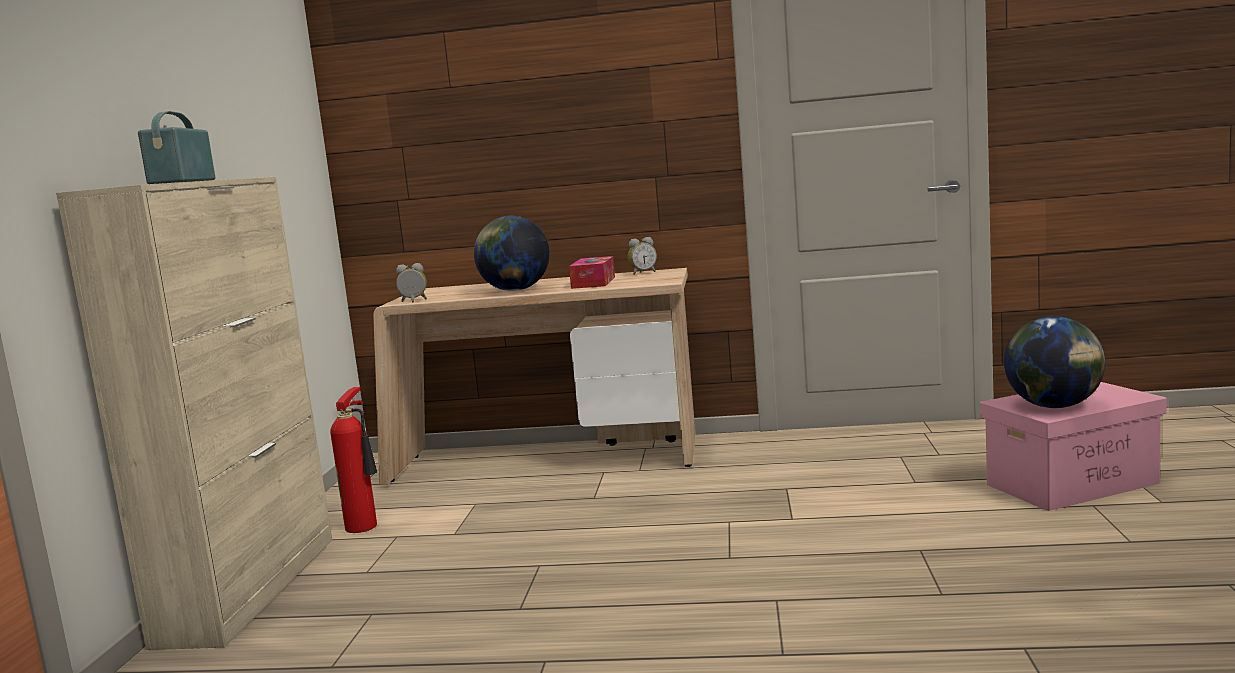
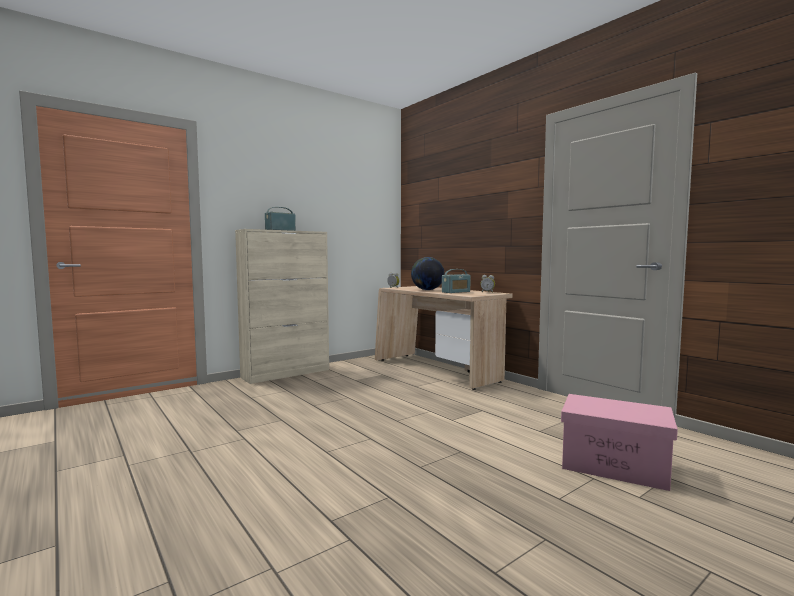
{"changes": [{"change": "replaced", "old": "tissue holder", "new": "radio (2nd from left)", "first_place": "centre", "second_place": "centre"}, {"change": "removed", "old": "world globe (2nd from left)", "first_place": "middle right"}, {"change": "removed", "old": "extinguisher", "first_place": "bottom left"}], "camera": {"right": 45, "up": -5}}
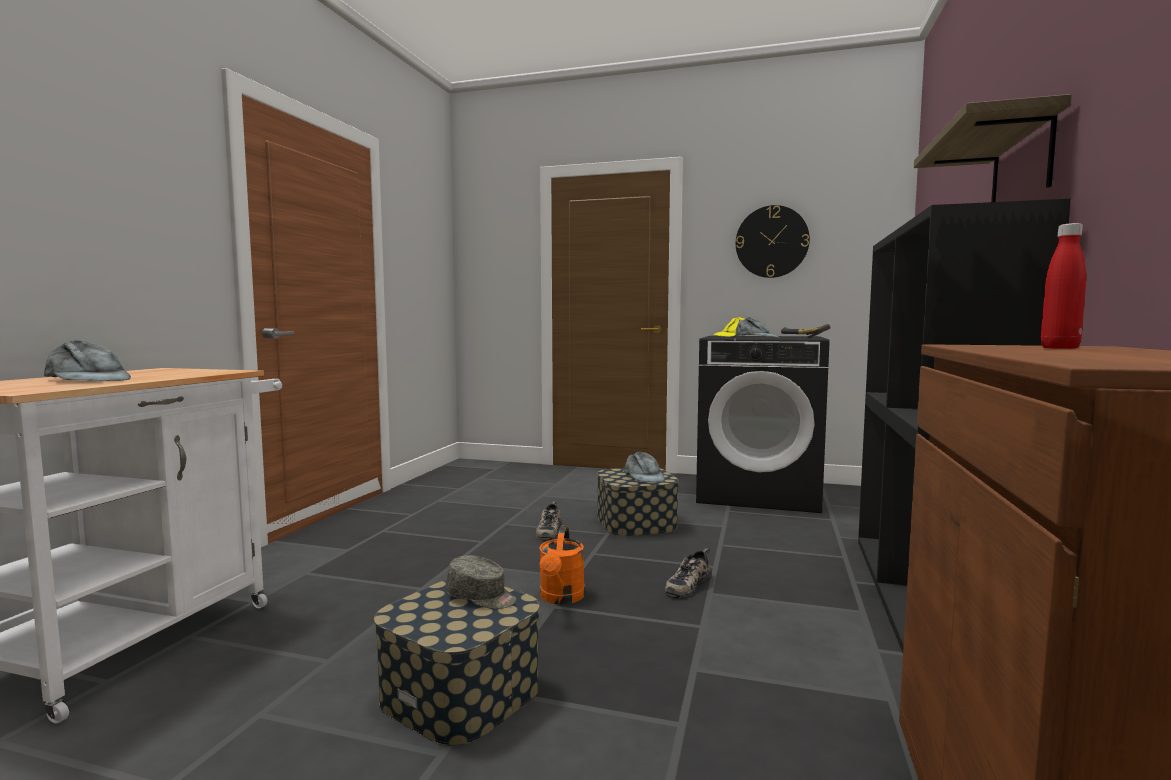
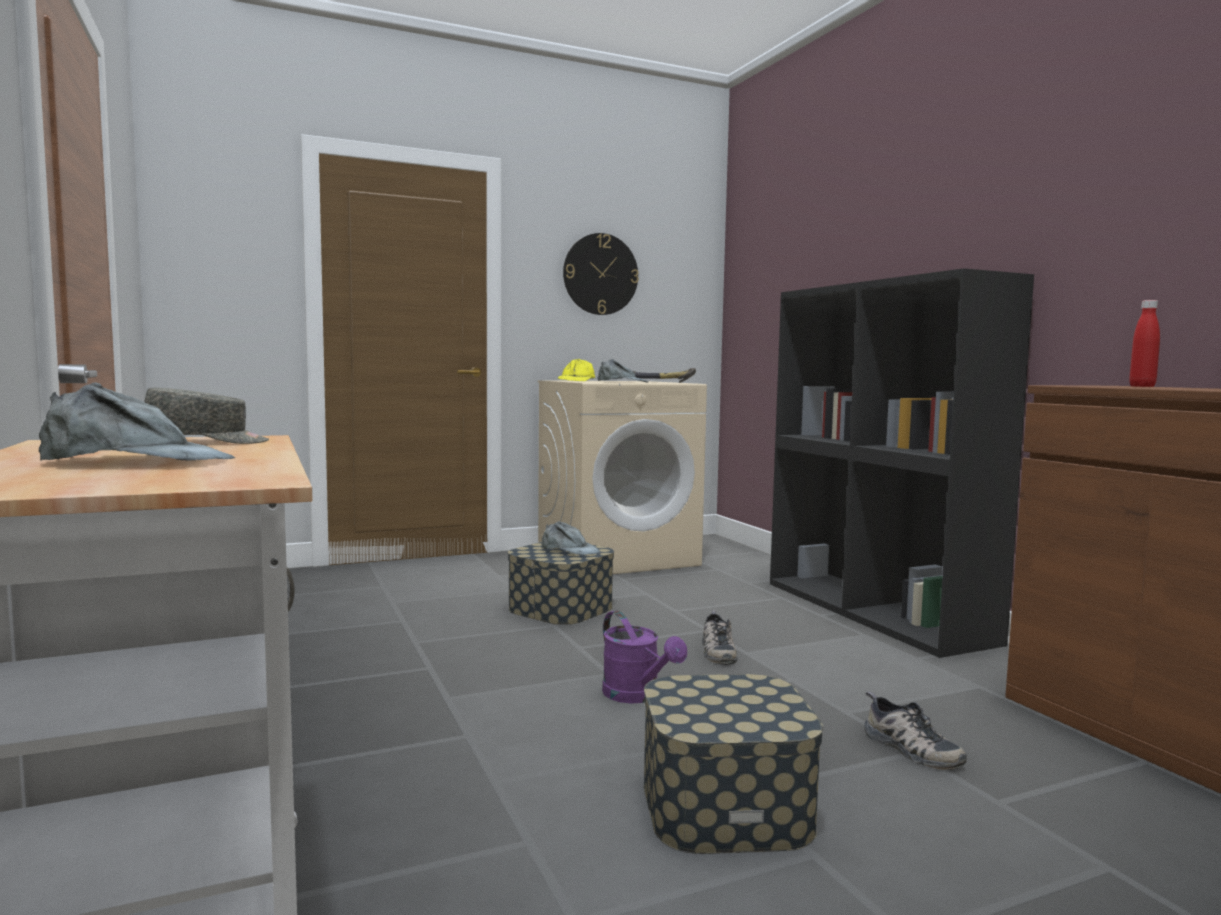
{"changes": [{"change": "removed", "old": "shelf", "first_place": "top right"}, {"change": "recoloured", "old": "blackish laundry machine", "new": "sand-coloured laundry machine", "first_place": "centre", "second_place": "centre"}, {"change": "moved", "old": "low shoe (1st from left in the first image)", "new": "low shoe (2nd from left)", "first_place": "bottom centre", "second_place": "bottom right"}, {"change": "recoloured", "old": "orange-coloured watering can", "new": "purplish watering can", "first_place": "bottom centre", "second_place": "bottom centre"}, {"change": "moved", "old": "greyish baseball cap (2nd from left)", "first_place": "bottom centre", "second_place": "middle left"}], "camera": {"right": -40, "up": 0}}
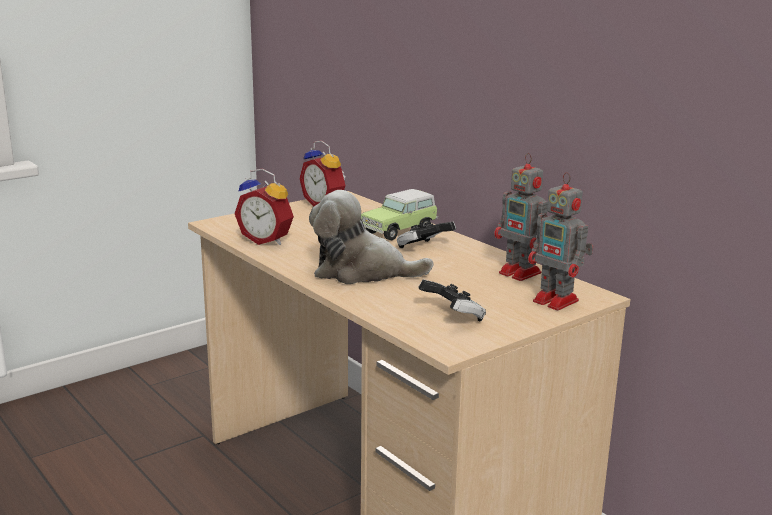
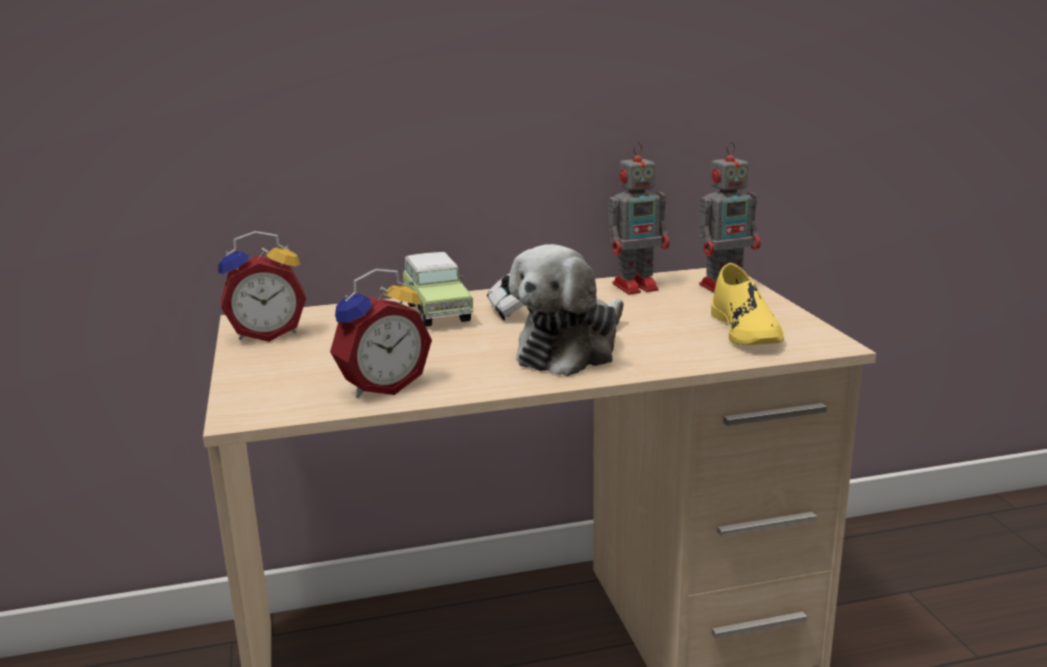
{"changes": [{"change": "replaced", "old": "game controller (2nd from left)", "new": "yellow low shoe", "first_place": "centre", "second_place": "middle right"}], "camera": {"right": -65, "up": 0}}
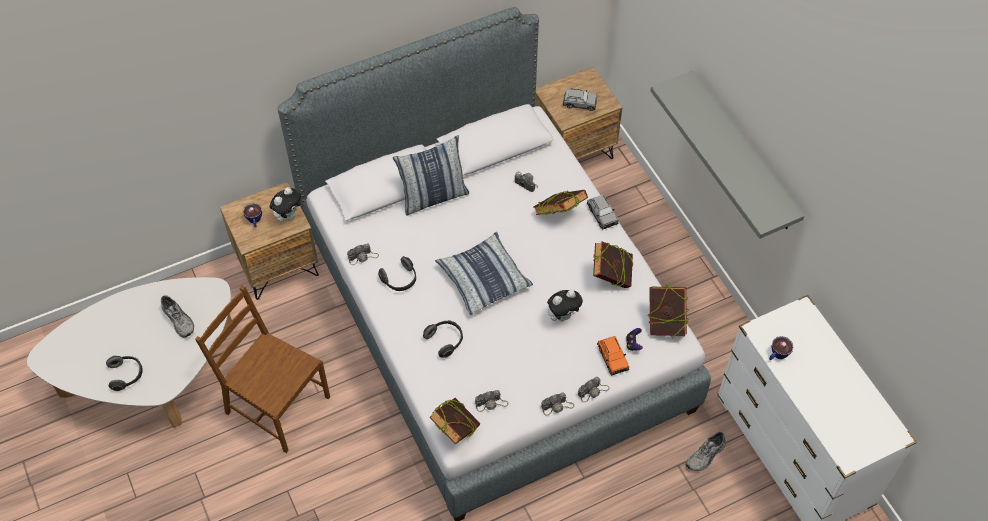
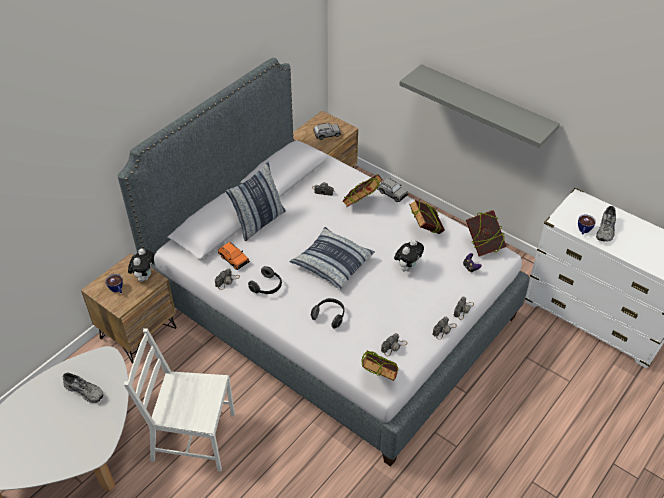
{"changes": [{"change": "recoloured", "old": "brownish chair", "new": "white-coloured chair", "first_place": "bottom left", "second_place": "bottom left"}, {"change": "moved", "old": "orange-coloured toy car", "first_place": "bottom centre", "second_place": "centre"}, {"change": "removed", "old": "headphones (1st from left)", "first_place": "bottom left"}, {"change": "moved", "old": "greyish low shoe (2nd from left)", "first_place": "bottom right", "second_place": "middle right"}], "camera": {"right": -25, "up": -10}}
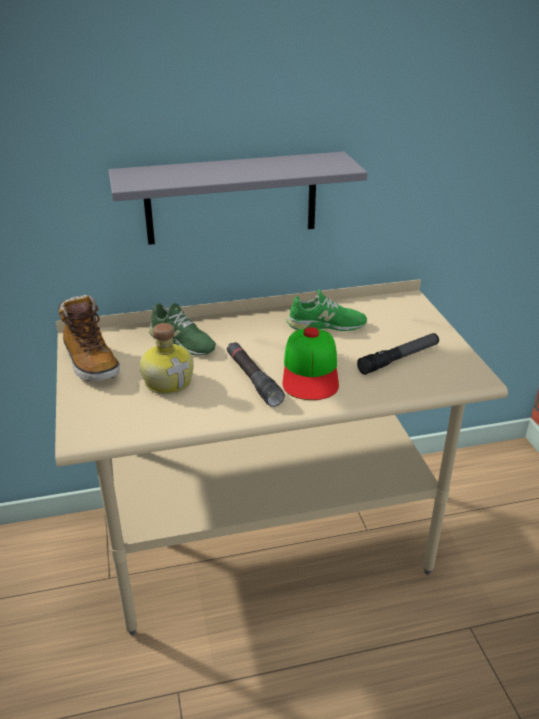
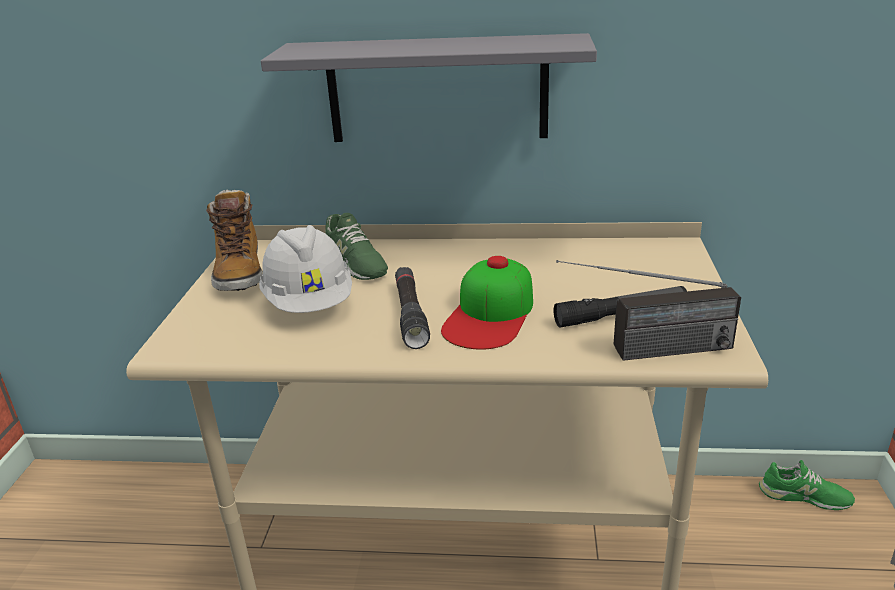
{"changes": [{"change": "moved", "old": "green low shoe (2nd from left)", "first_place": "centre", "second_place": "bottom right"}, {"change": "replaced", "old": "drink bottle", "new": "white-coloured safety helmet", "first_place": "middle left", "second_place": "centre"}, {"change": "added", "new": "radio", "second_place": "middle right"}], "camera": {"right": 20, "up": -5}}
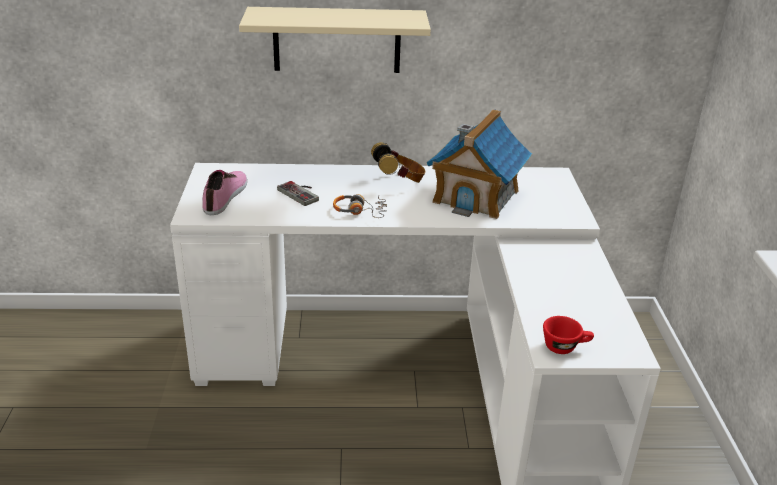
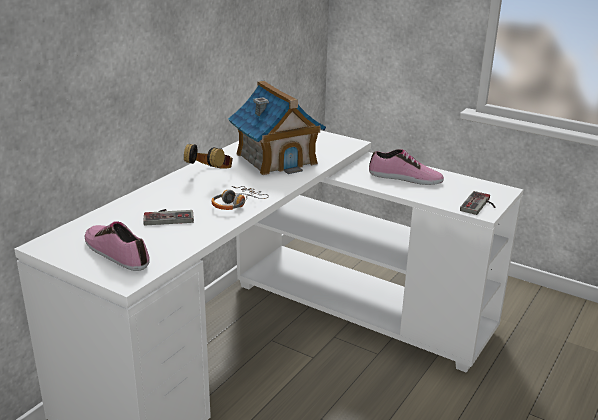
{"changes": [{"change": "removed", "old": "sand-coloured shelf", "first_place": "top centre"}, {"change": "replaced", "old": "reddish drinking cup", "new": "game controller (2nd from left)", "first_place": "bottom right", "second_place": "middle right"}, {"change": "added", "new": "low shoe (2nd from left)", "second_place": "middle right"}], "camera": {"right": -55, "up": -5}}
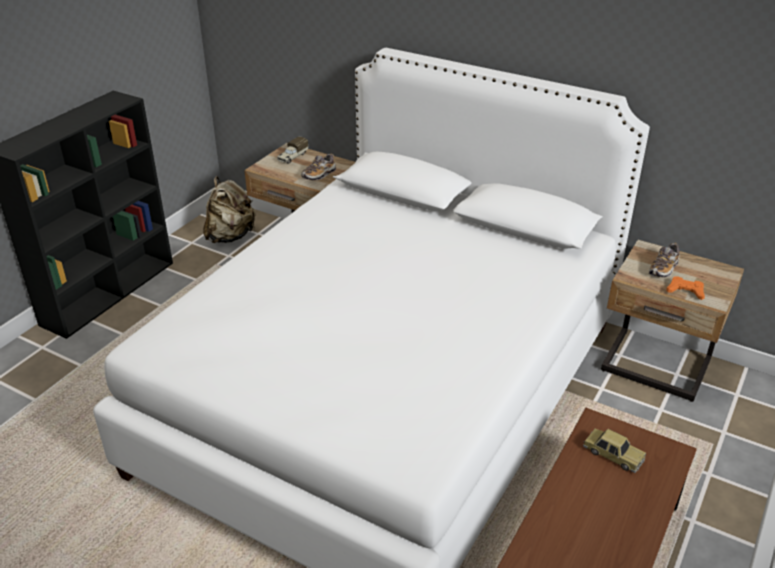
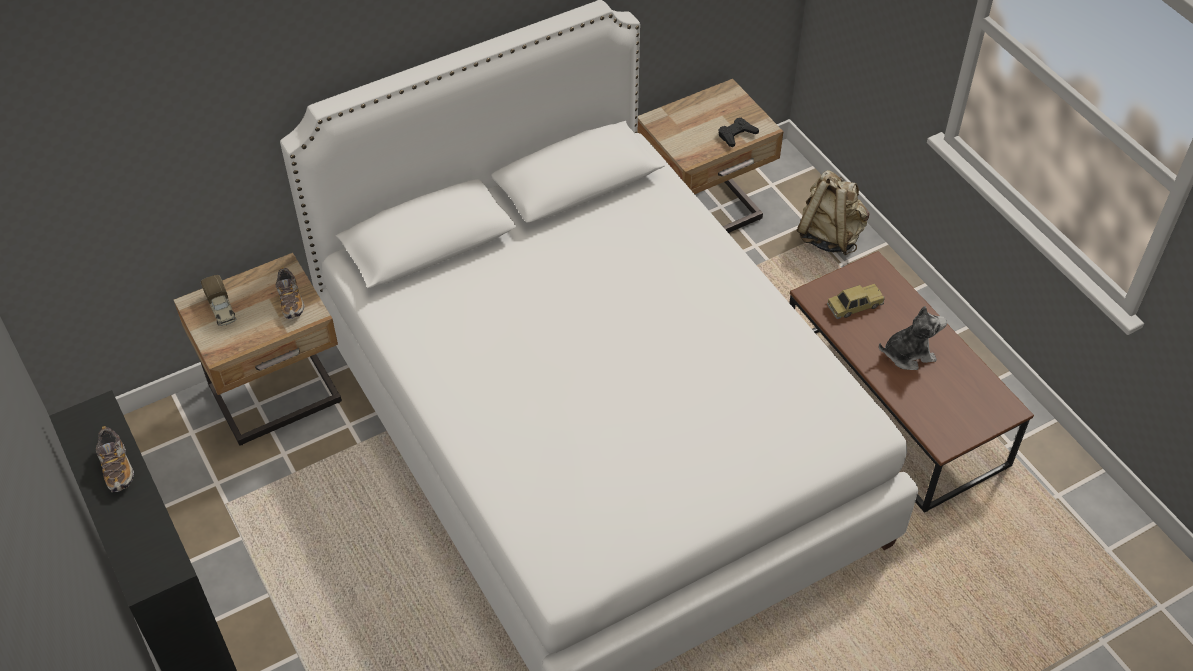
{"changes": [{"change": "moved", "old": "sand-coloured rucksack", "first_place": "middle left", "second_place": "top right"}, {"change": "moved", "old": "low shoe (2nd from left in the first image)", "new": "low shoe (1st from left)", "first_place": "middle right", "second_place": "bottom left"}, {"change": "recoloured", "old": "orange-coloured game controller", "new": "blackish game controller", "first_place": "middle right", "second_place": "top centre"}, {"change": "added", "new": "soft toy", "second_place": "middle right"}], "camera": {"right": -60, "up": 15}}
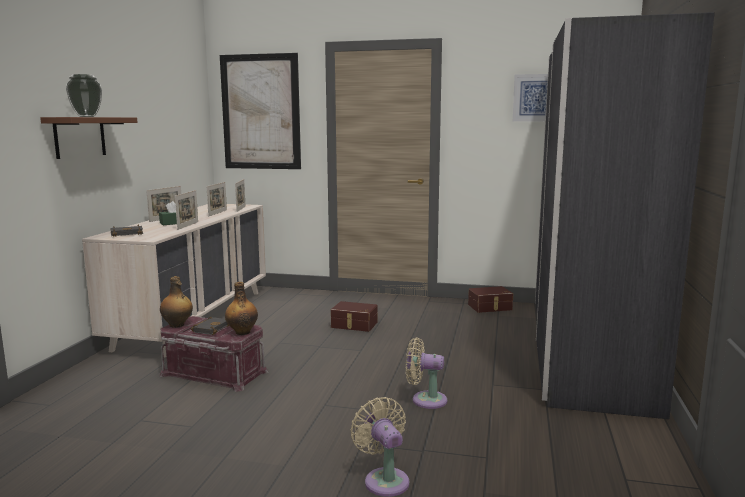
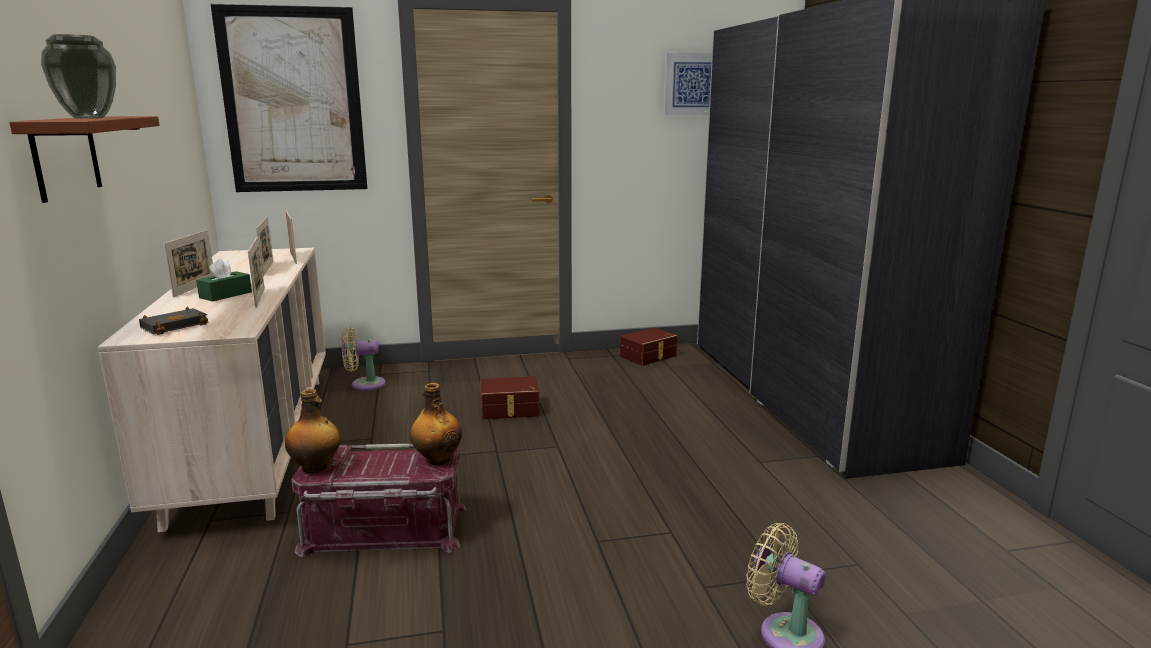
{"changes": [{"change": "removed", "old": "blackish book (2nd from left)", "first_place": "middle left"}, {"change": "moved", "old": "sand-coloured fan (2nd from left in the first image)", "new": "sand-coloured fan (1st from left)", "first_place": "bottom centre", "second_place": "middle left"}], "camera": {"right": -25, "up": 5}}
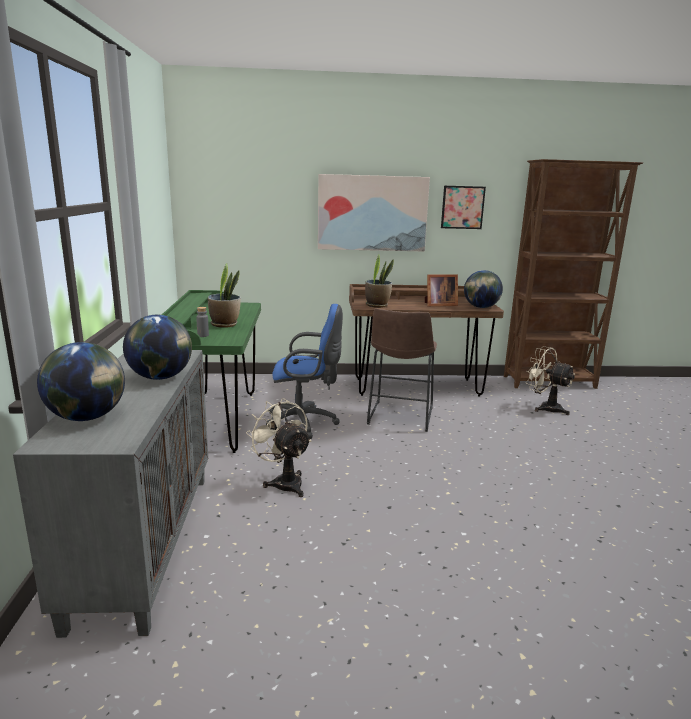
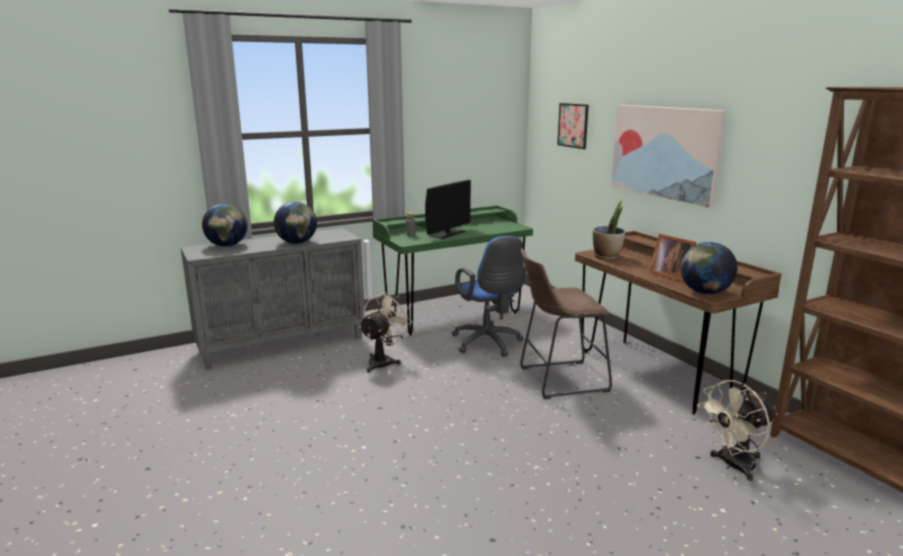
{"changes": [{"change": "moved", "old": "picture (2nd from left in the first image)", "new": "picture (1st from left)", "first_place": "top right", "second_place": "top centre"}, {"change": "replaced", "old": "houseplant (1st from left)", "new": "computer screen", "first_place": "middle left", "second_place": "centre"}, {"change": "turned", "old": "sand-coloured fan (2nd from left)", "first_place": "middle right", "second_place": "bottom right", "degrees": -135}], "camera": {"right": 65, "up": 0}}
